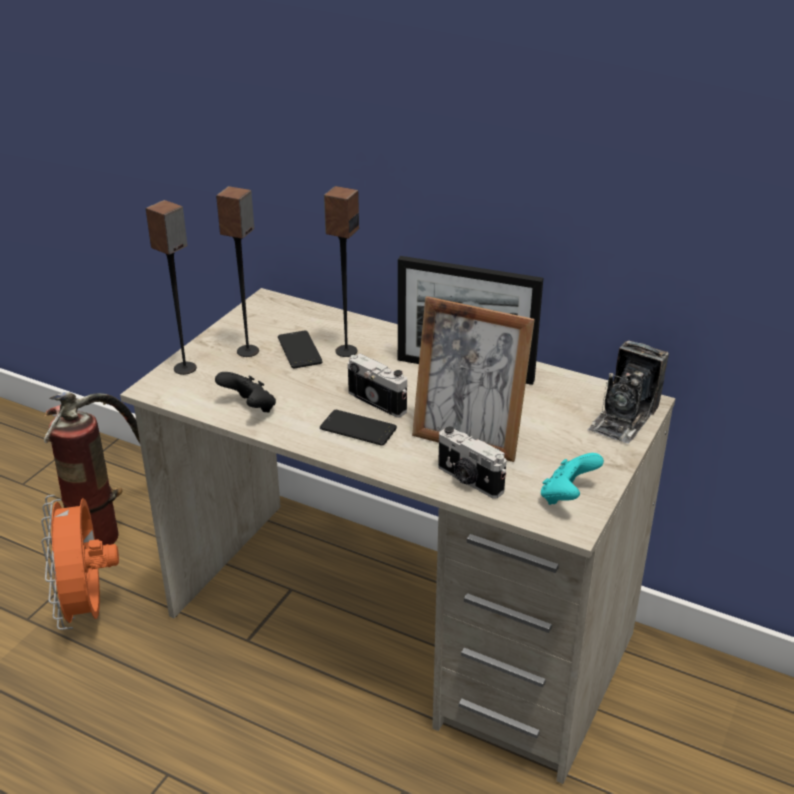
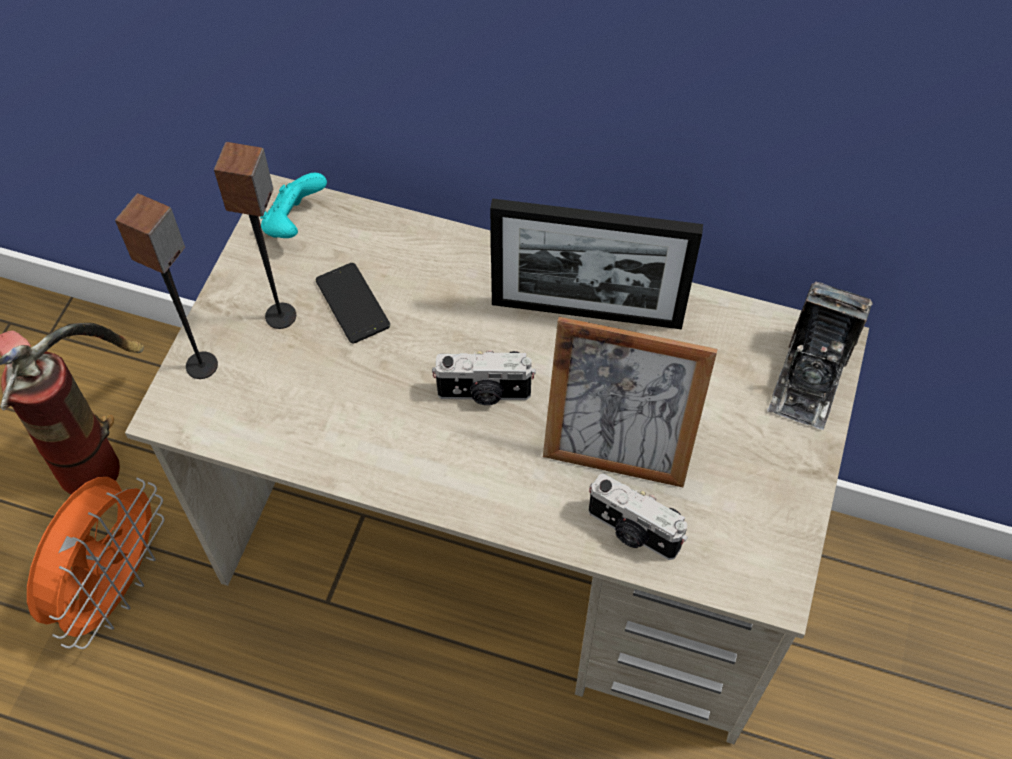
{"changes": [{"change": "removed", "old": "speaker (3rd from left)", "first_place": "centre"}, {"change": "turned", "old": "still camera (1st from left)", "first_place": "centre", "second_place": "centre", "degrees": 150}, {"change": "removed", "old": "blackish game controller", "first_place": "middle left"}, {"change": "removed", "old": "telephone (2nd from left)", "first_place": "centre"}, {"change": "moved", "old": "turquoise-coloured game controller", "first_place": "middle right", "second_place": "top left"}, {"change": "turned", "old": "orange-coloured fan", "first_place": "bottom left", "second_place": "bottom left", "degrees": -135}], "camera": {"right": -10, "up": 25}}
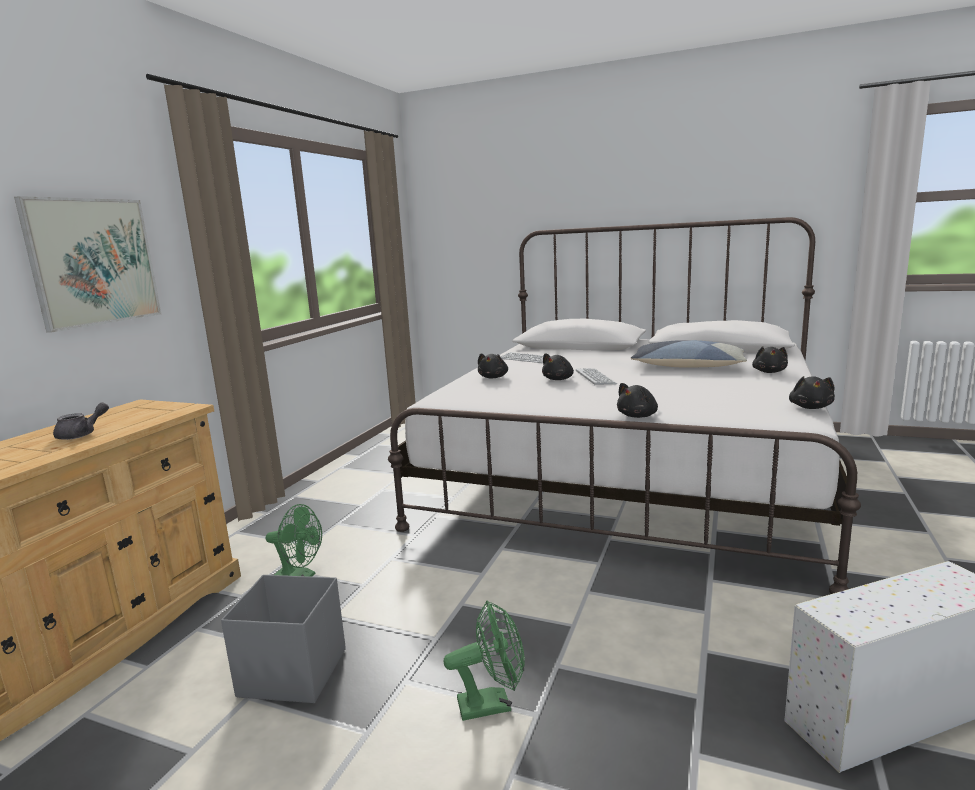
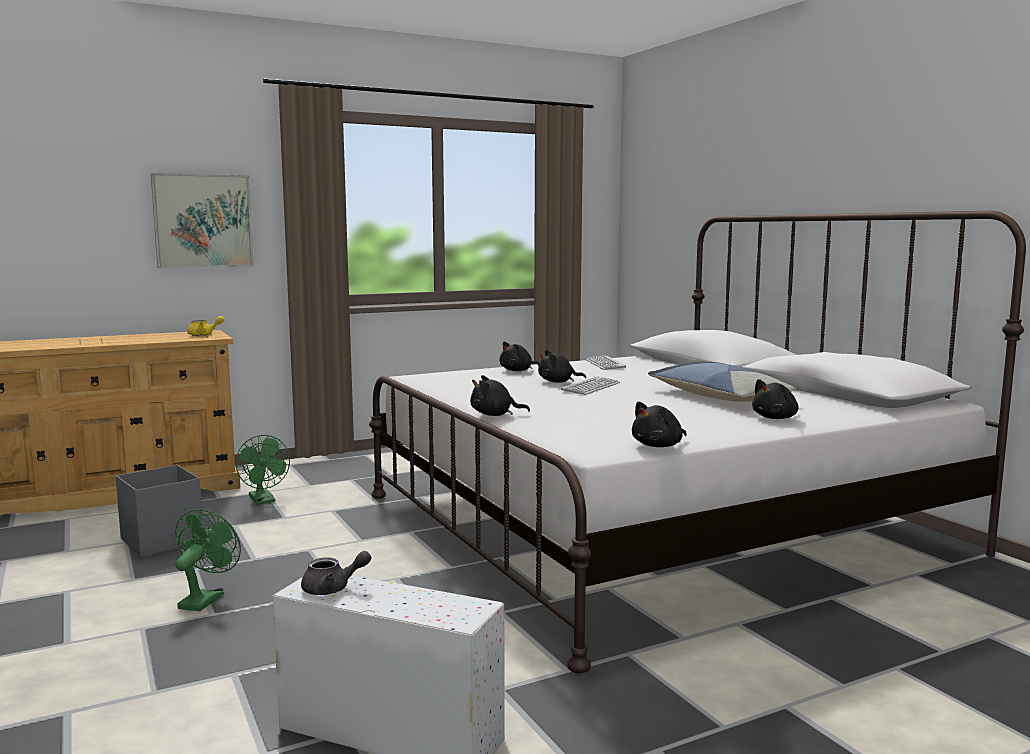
{"changes": [{"change": "moved", "old": "greyish tea pot", "first_place": "middle left", "second_place": "bottom left"}, {"change": "turned", "old": "green fan (2nd from left in the first image)", "first_place": "bottom centre", "second_place": "bottom left", "degrees": -105}, {"change": "added", "new": "yellow tea pot", "second_place": "middle left"}], "camera": {"right": 40, "up": -5}}
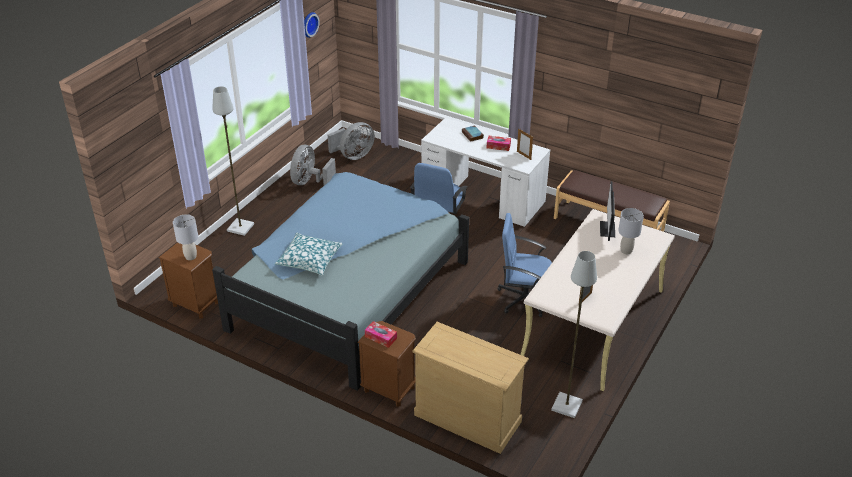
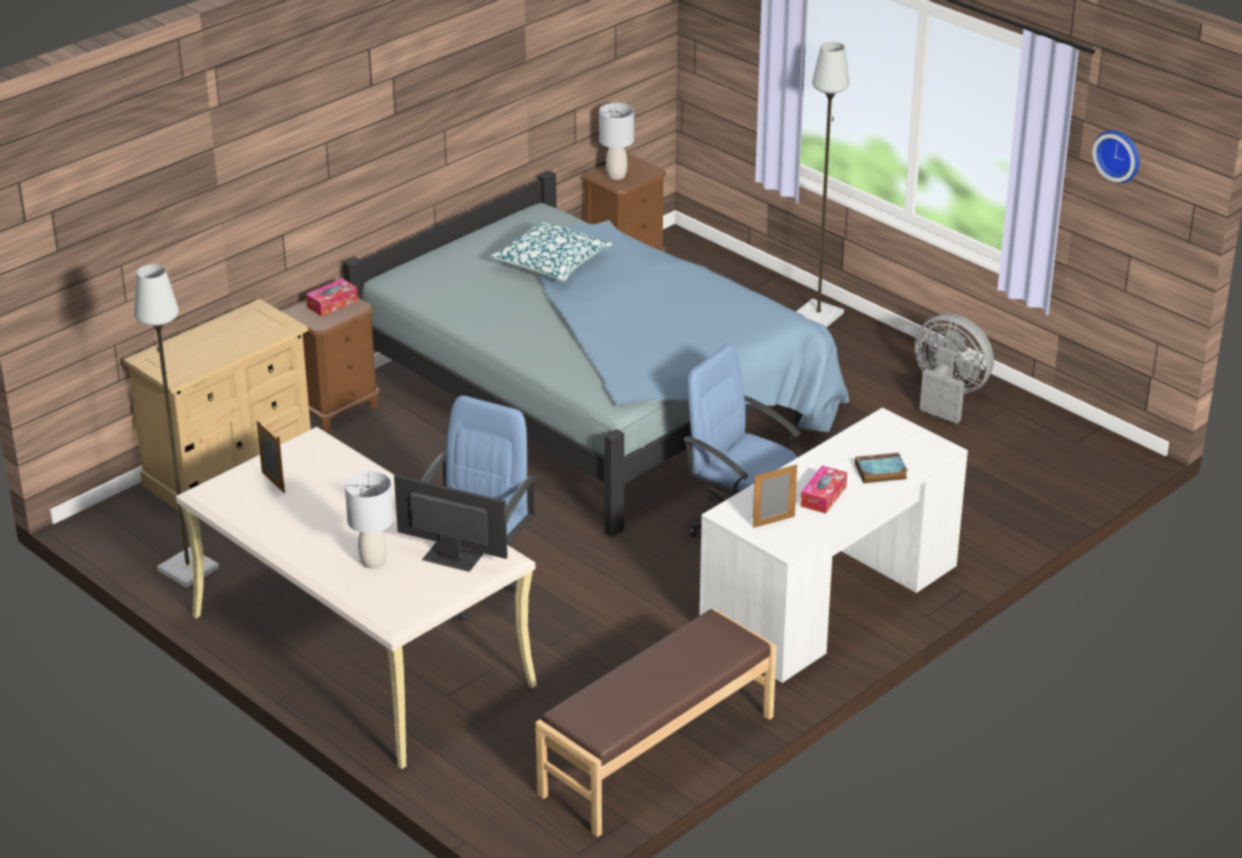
{"changes": [{"change": "removed", "old": "greyish fan (2nd from left)", "first_place": "top centre"}], "camera": {"right": 105, "up": -5}}
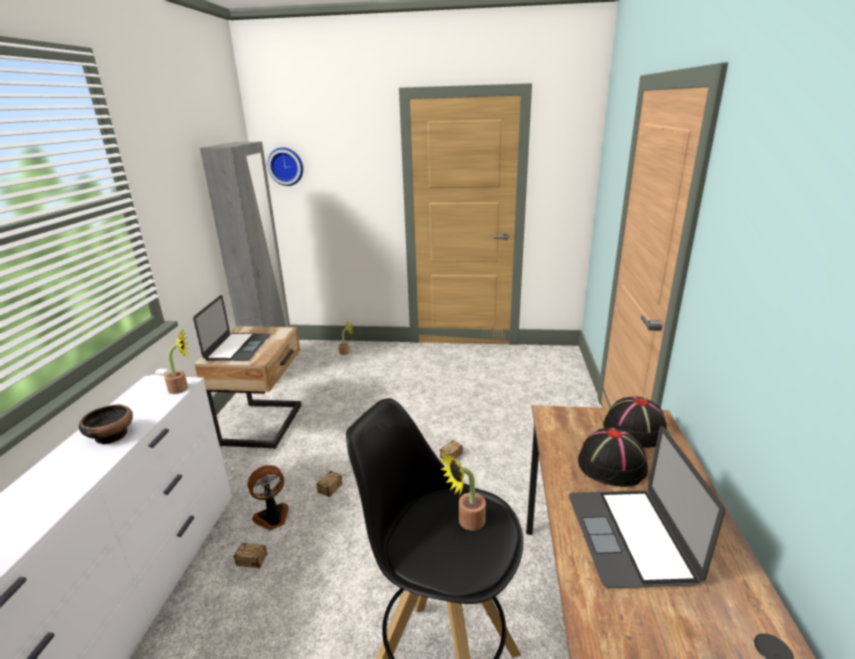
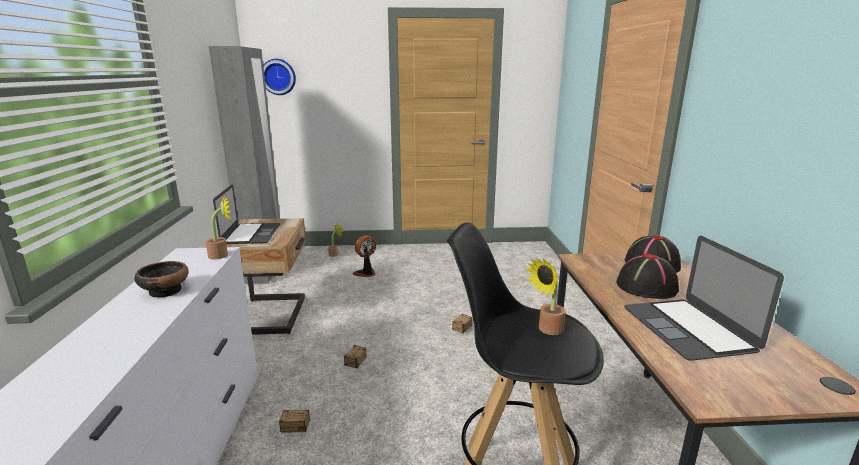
{"changes": [{"change": "moved", "old": "fan", "first_place": "bottom left", "second_place": "centre"}], "camera": {"right": -10, "up": -5}}
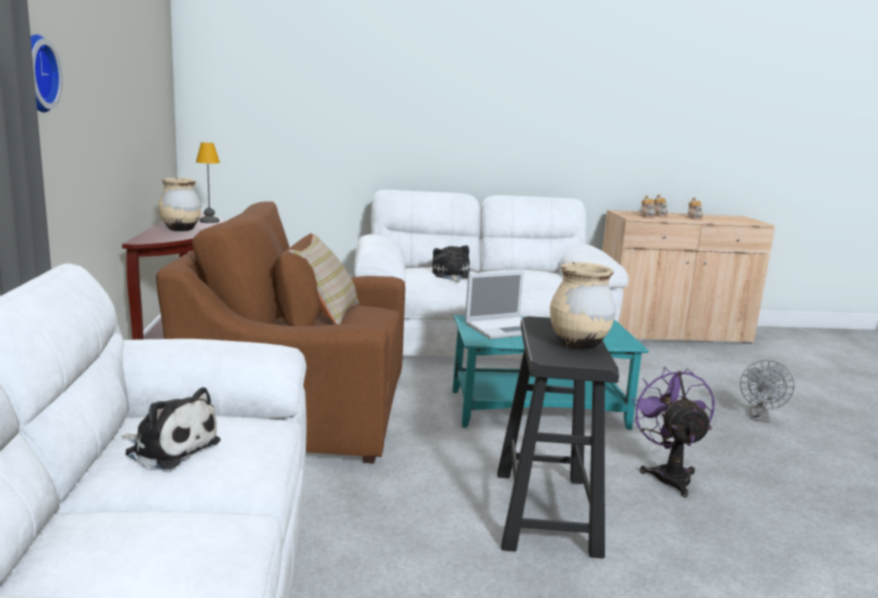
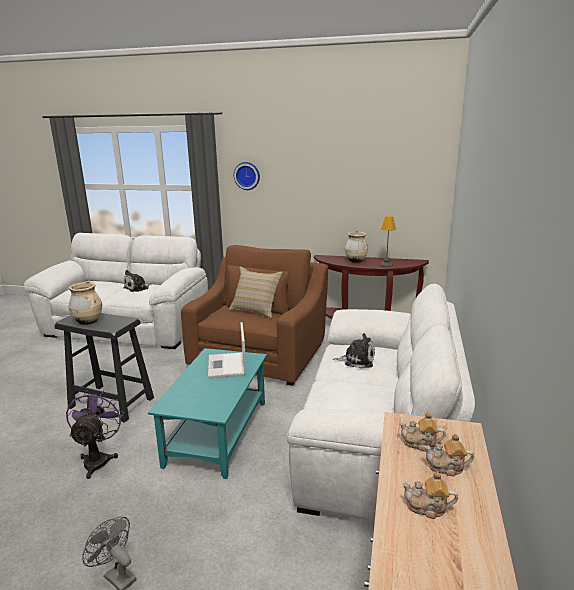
{"changes": [{"change": "turned", "old": "purplish fan", "first_place": "bottom right", "second_place": "bottom left", "degrees": -105}], "camera": {"right": 110, "up": 5}}
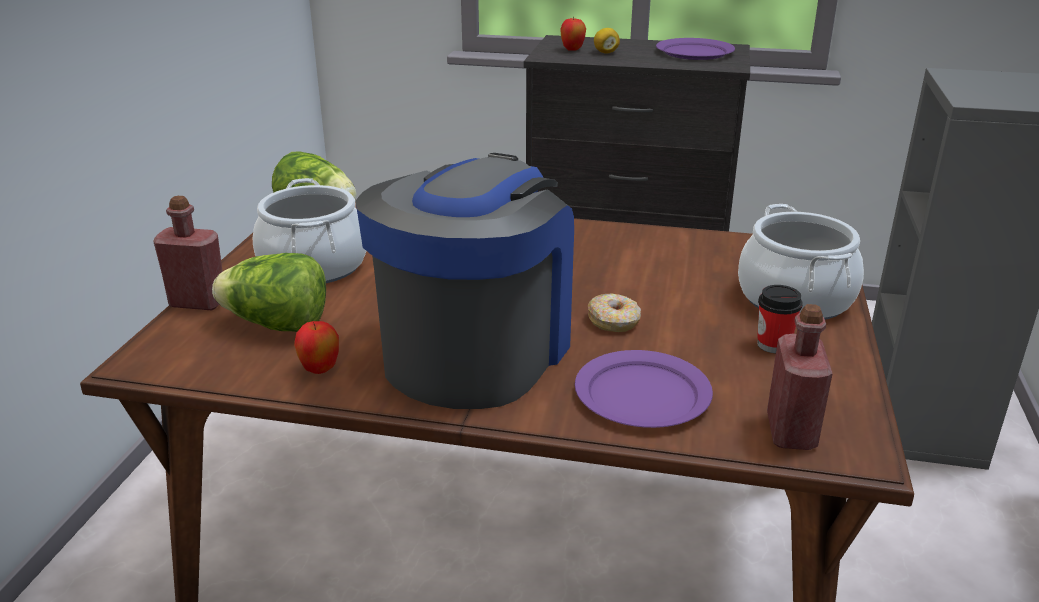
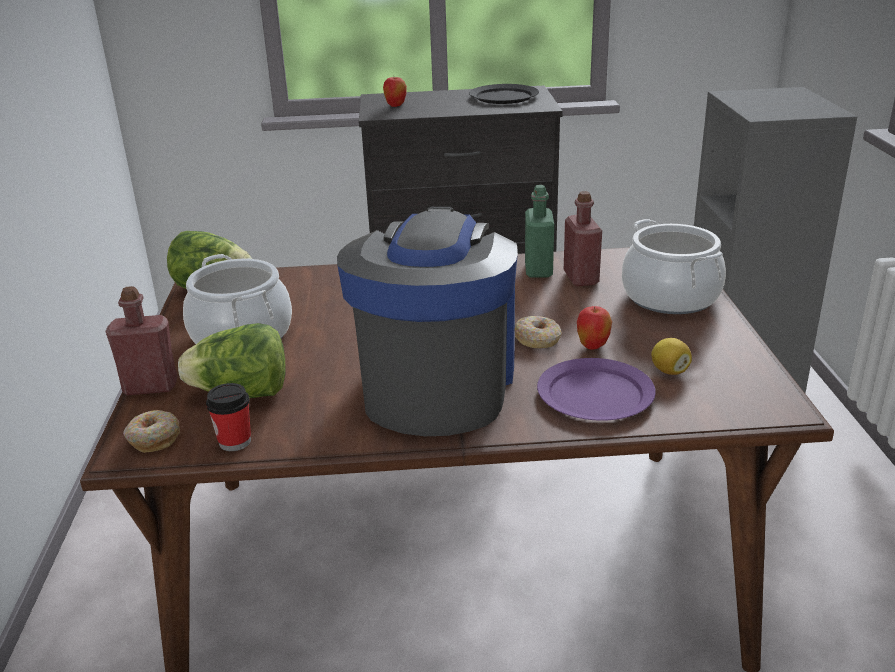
{"changes": [{"change": "moved", "old": "whole lemon", "first_place": "top centre", "second_place": "middle right"}, {"change": "recoloured", "old": "purplish flat dish (2nd from left)", "new": "blackish flat dish", "first_place": "top right", "second_place": "top centre"}, {"change": "moved", "old": "drinking cup", "first_place": "middle right", "second_place": "middle left"}, {"change": "moved", "old": "reddish drink bottle (2nd from left)", "first_place": "middle right", "second_place": "centre"}, {"change": "moved", "old": "apple fruit (1st from left in the first image)", "new": "apple fruit (2nd from left)", "first_place": "middle left", "second_place": "centre"}, {"change": "added", "new": "green drink bottle", "second_place": "centre"}, {"change": "added", "new": "doughnut (1st from left)", "second_place": "middle left"}], "camera": {"right": -15, "up": 0}}
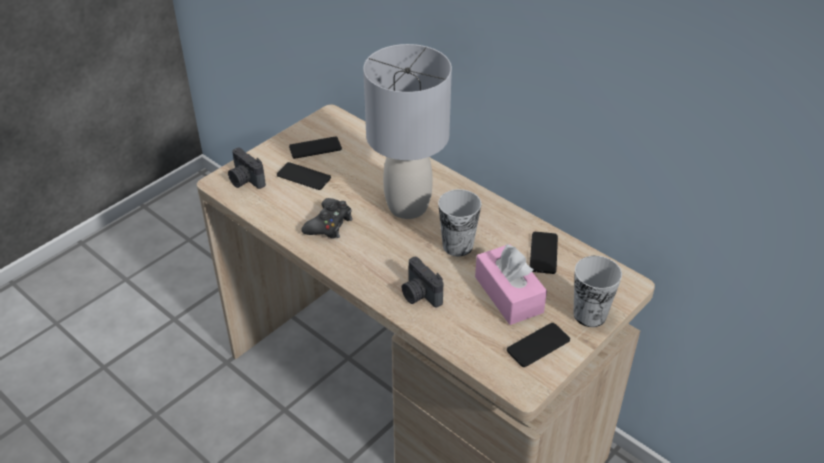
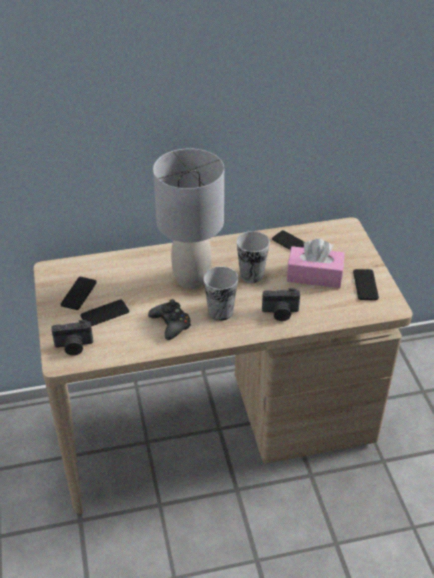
{"changes": [{"change": "moved", "old": "drinking cup (2nd from left in the first image)", "new": "drinking cup (1st from left)", "first_place": "middle right", "second_place": "centre"}], "camera": {"right": -55, "up": 0}}
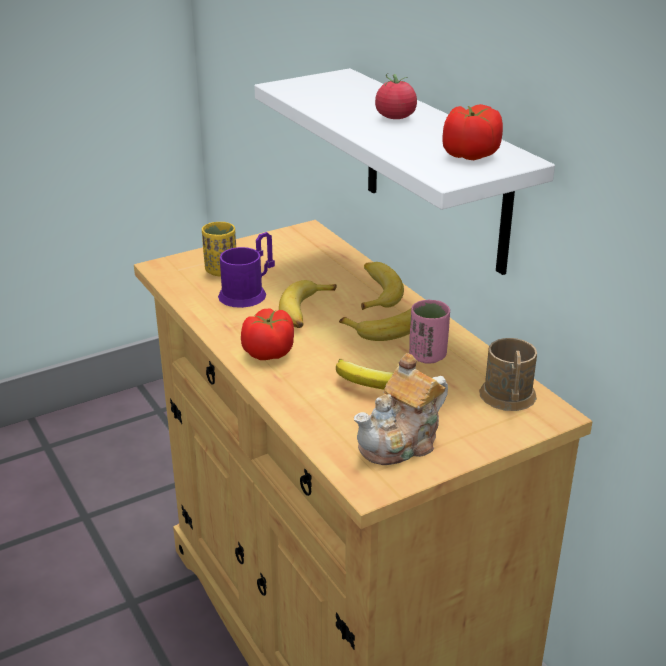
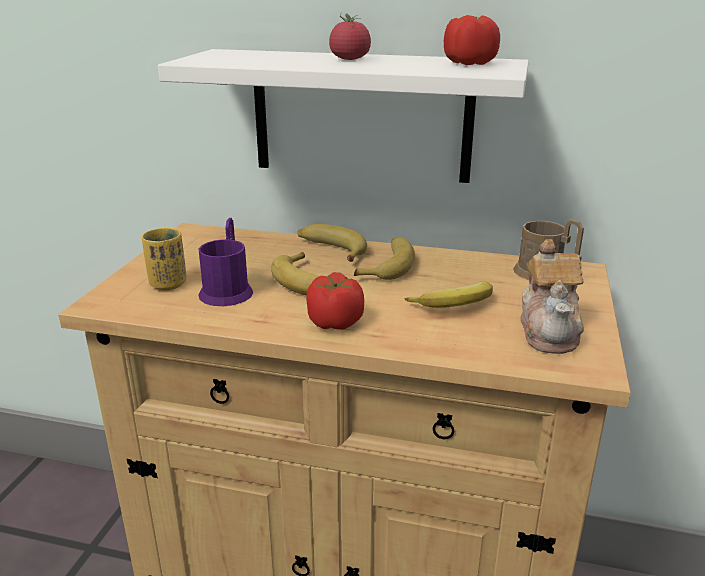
{"changes": [{"change": "removed", "old": "pink-coloured drinking cup", "first_place": "centre"}], "camera": {"right": -45, "up": -5}}
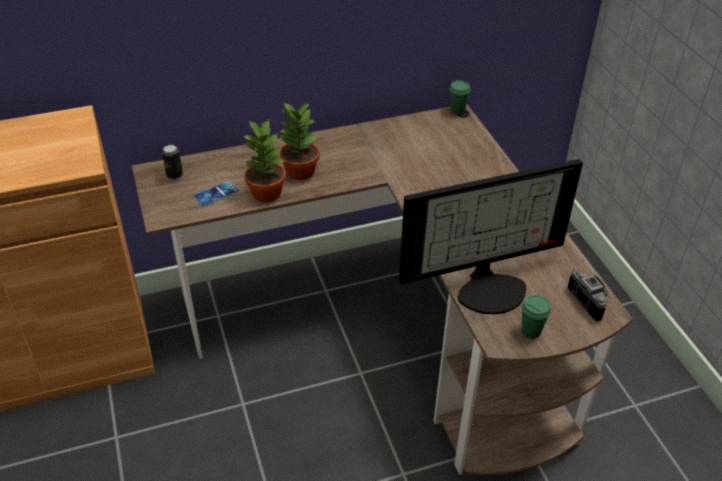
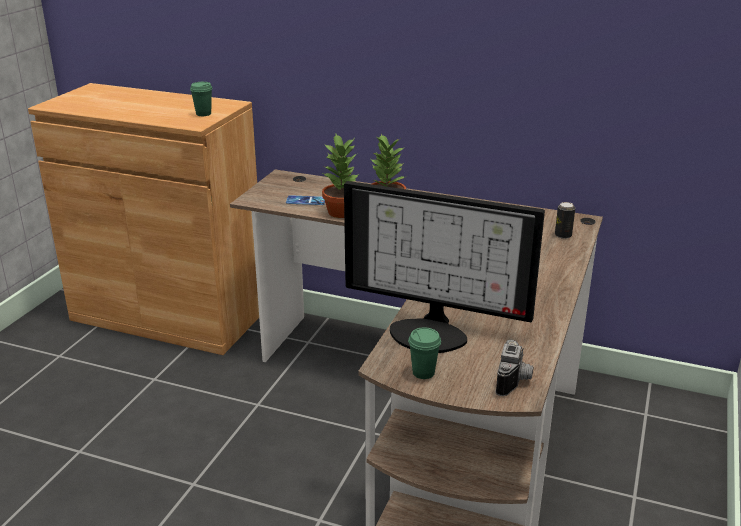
{"changes": [{"change": "moved", "old": "green drinking cup (1st from left)", "first_place": "top centre", "second_place": "top left"}, {"change": "moved", "old": "sealed can", "first_place": "middle left", "second_place": "middle right"}], "camera": {"right": 40, "up": -15}}
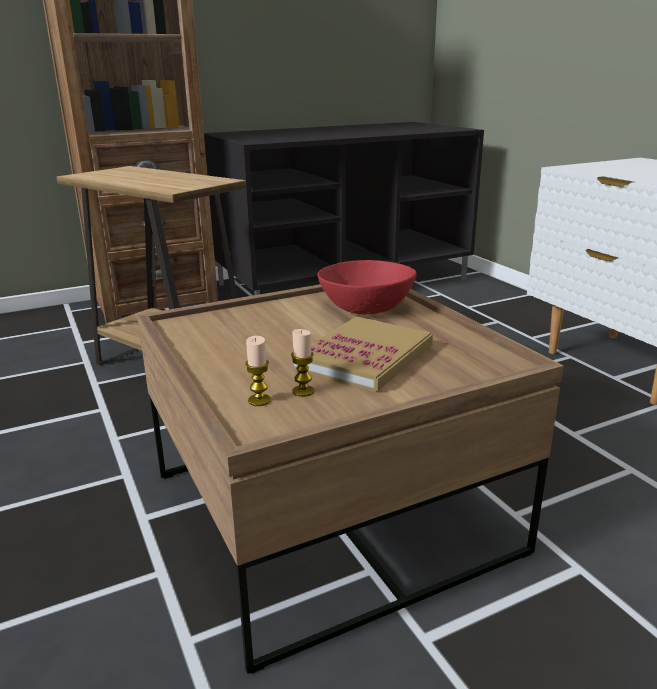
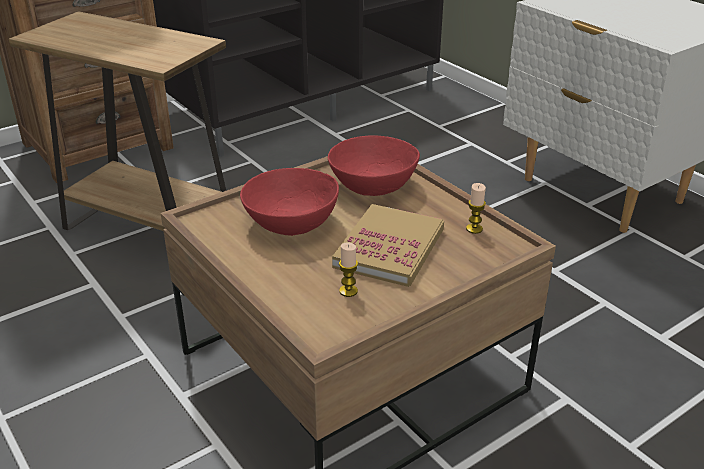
{"changes": [{"change": "moved", "old": "wax light (1st from left in the first image)", "new": "wax light (2nd from left)", "first_place": "centre", "second_place": "middle right"}, {"change": "added", "new": "reddish bowl (1st from left)", "second_place": "centre"}], "camera": {"right": -10, "up": 10}}
